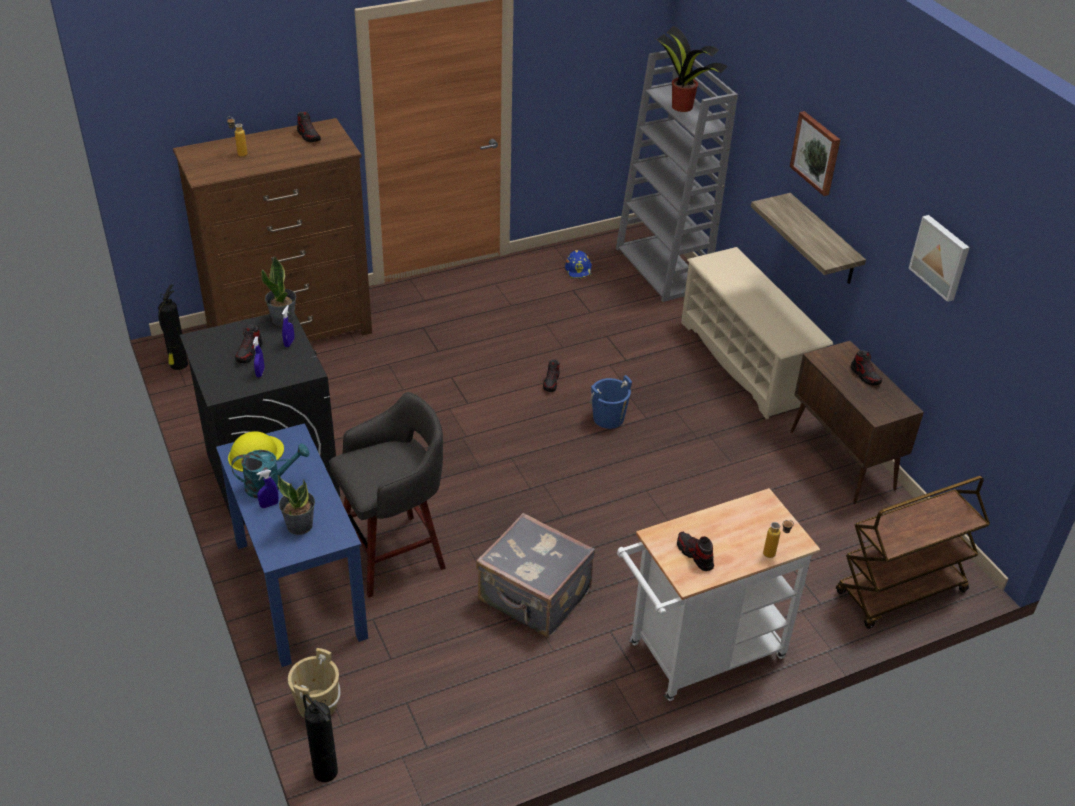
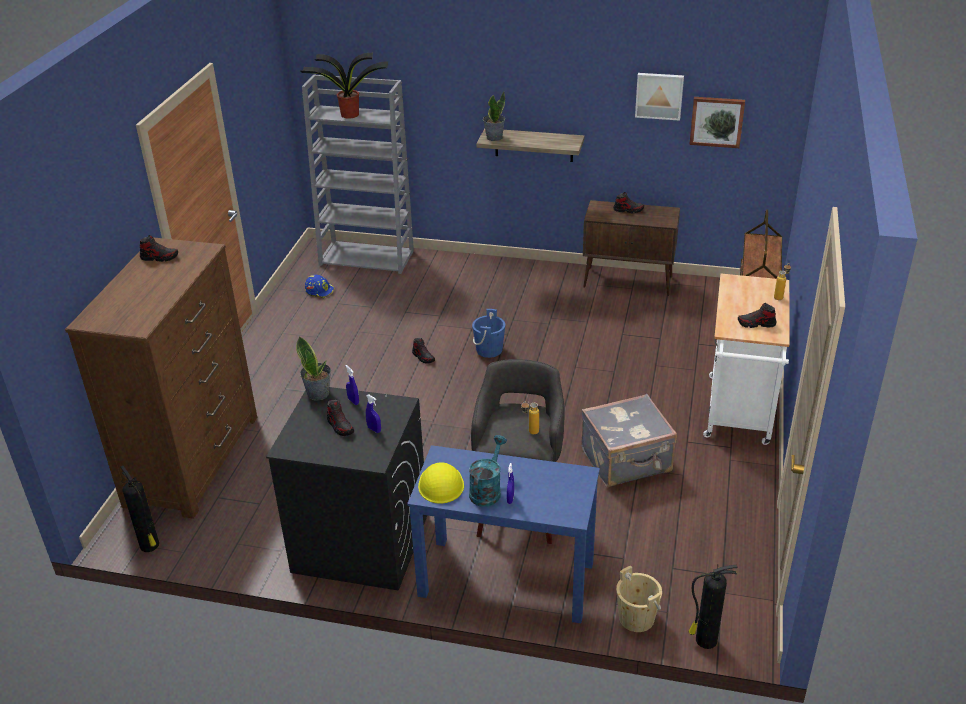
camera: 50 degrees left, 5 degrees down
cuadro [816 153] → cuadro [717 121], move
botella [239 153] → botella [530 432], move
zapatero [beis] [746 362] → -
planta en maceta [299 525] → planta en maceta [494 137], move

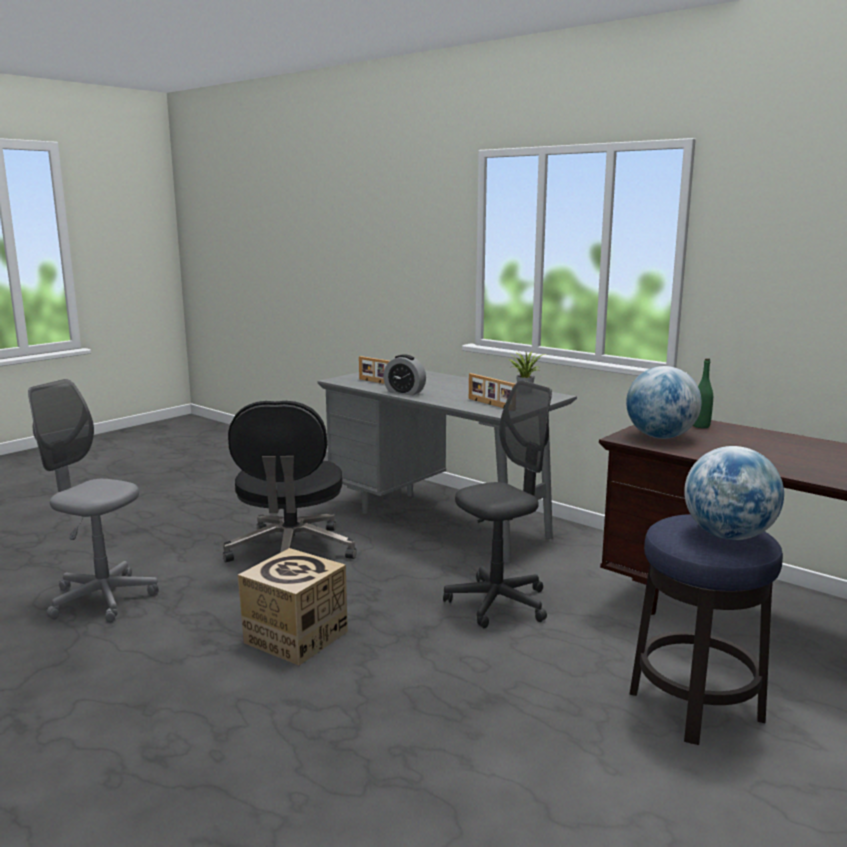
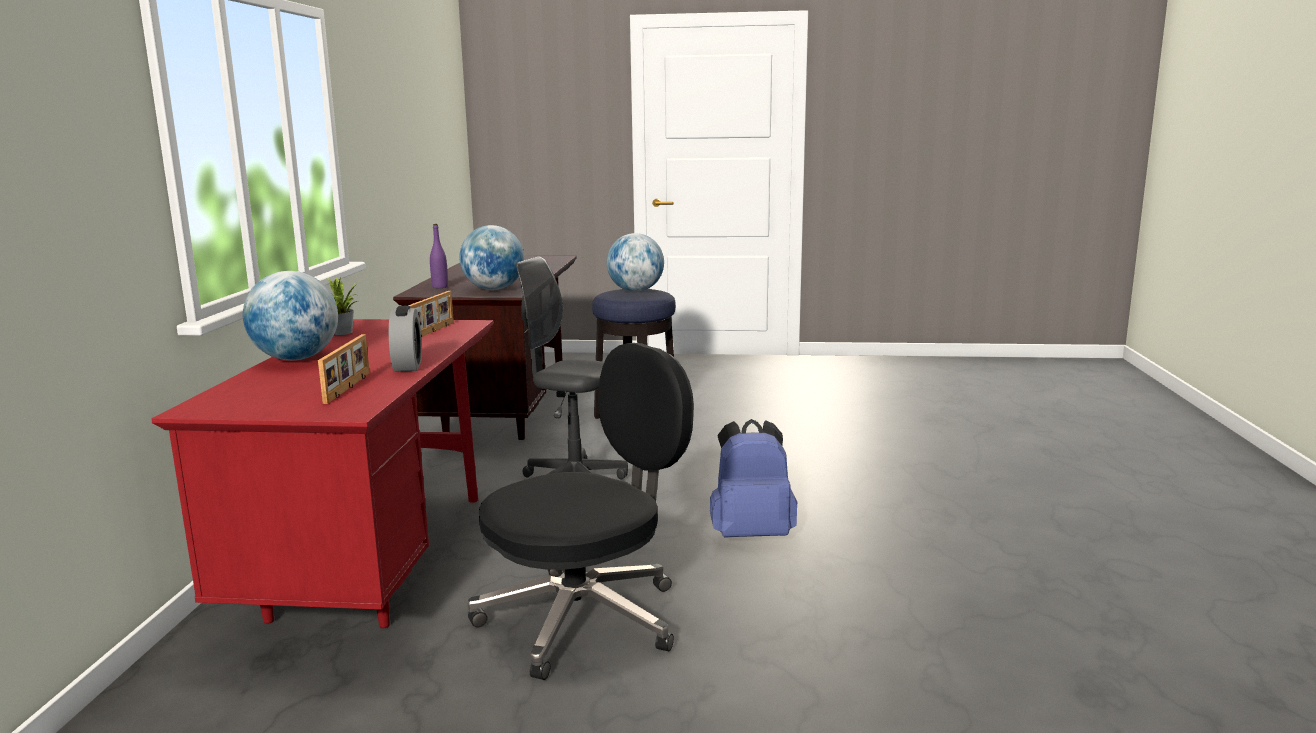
camera: 125 degrees left, 0 degrees up
botella [verde] [701 426] → botella [morado] [440 287]
escritorio [gris] [441 521] → escritorio [rojo] [374 564]
silla de oficina [gris] [102 599] → -
caja de cartón [295 637] → mochila [azul] [751 534]
- → globo terráqueo [296 359]

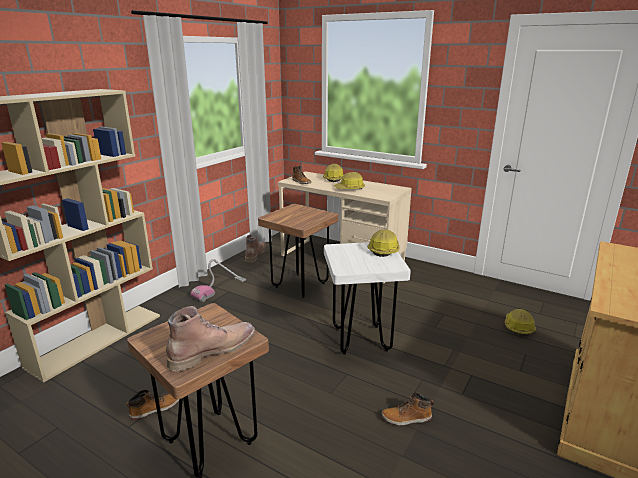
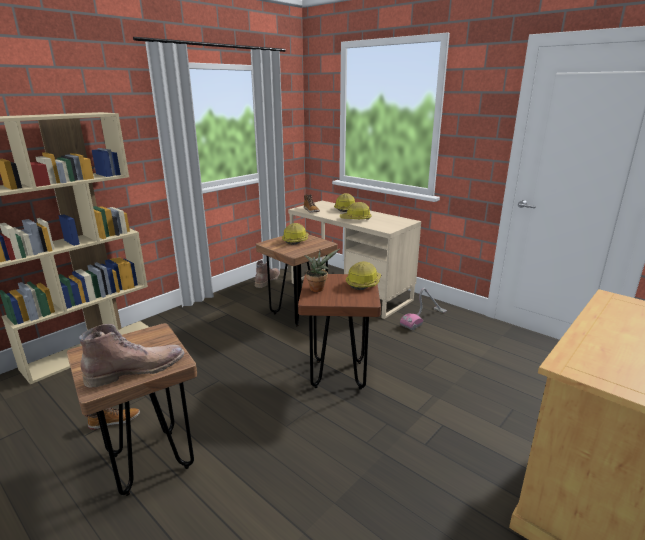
camera: 10 degrees right, 0 degrees up
taburete [blanco] [361 339] → taburete [marrón] [338 374]
aspiradora [219 289] → aspiradora [424 318], move
casco [517 327] → casco [295 240], move
bota [406 418] → -
- → planta en maceta [318 288]

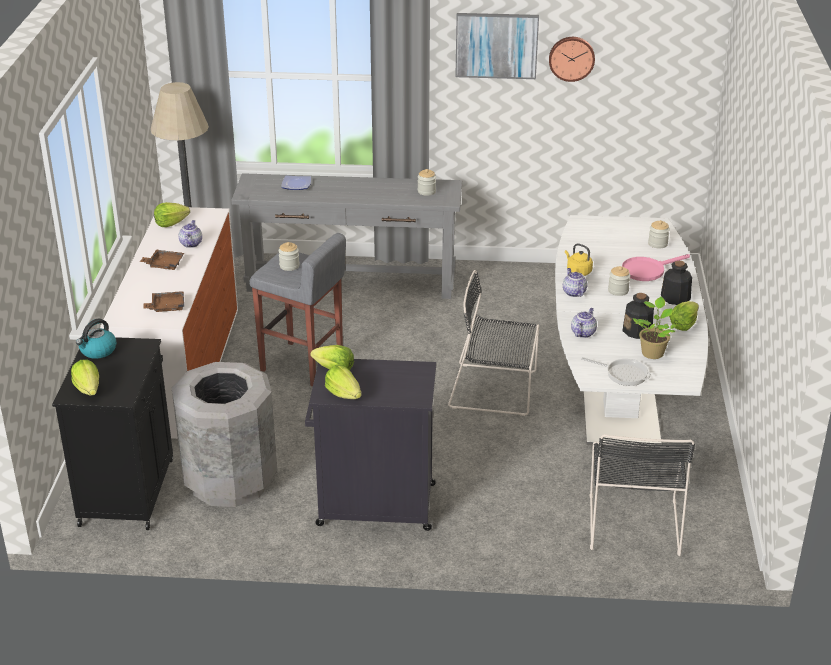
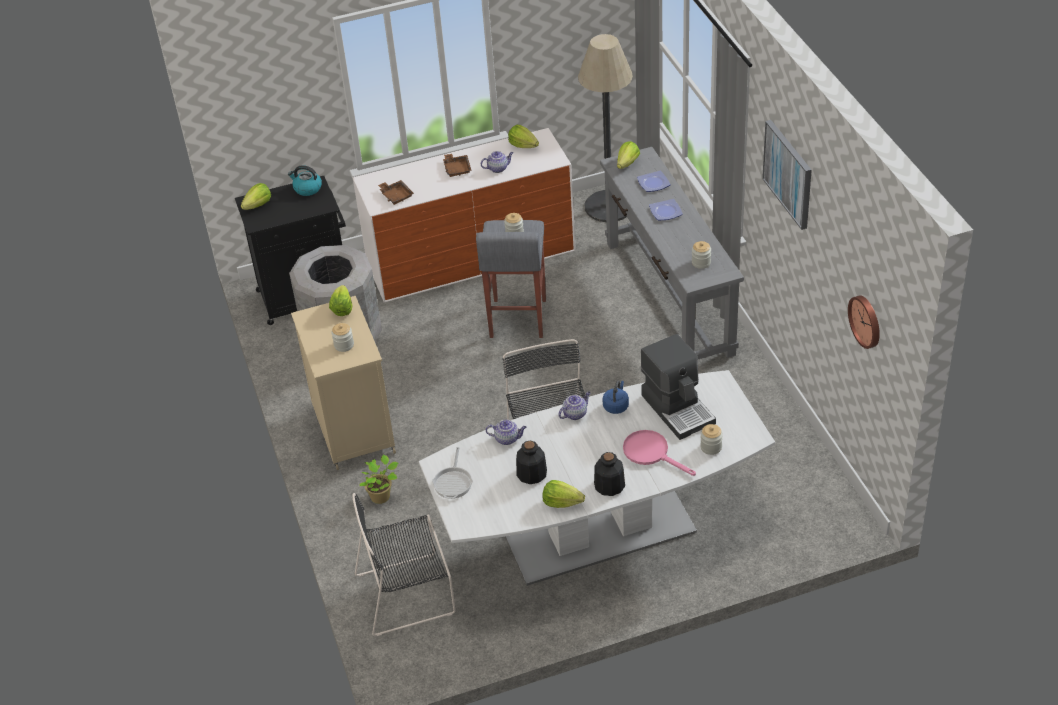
camera: 70 degrees right, 10 degrees up
reloj de pared [571 58] → reloj de pared [866 321], move
hervidor [amarillo] [578 271] → hervidor [azul] [616 406]
tarro [618 290] → tarro [344 345], move
planta en maceta [652 352] → planta en maceta [382 496], move
armario [negro] [373 505] → armario [beis] [353 428]
lechuga [343 394] → lechuga [627 163], move
- → plato [665 212]
- → cafetera [678 408]

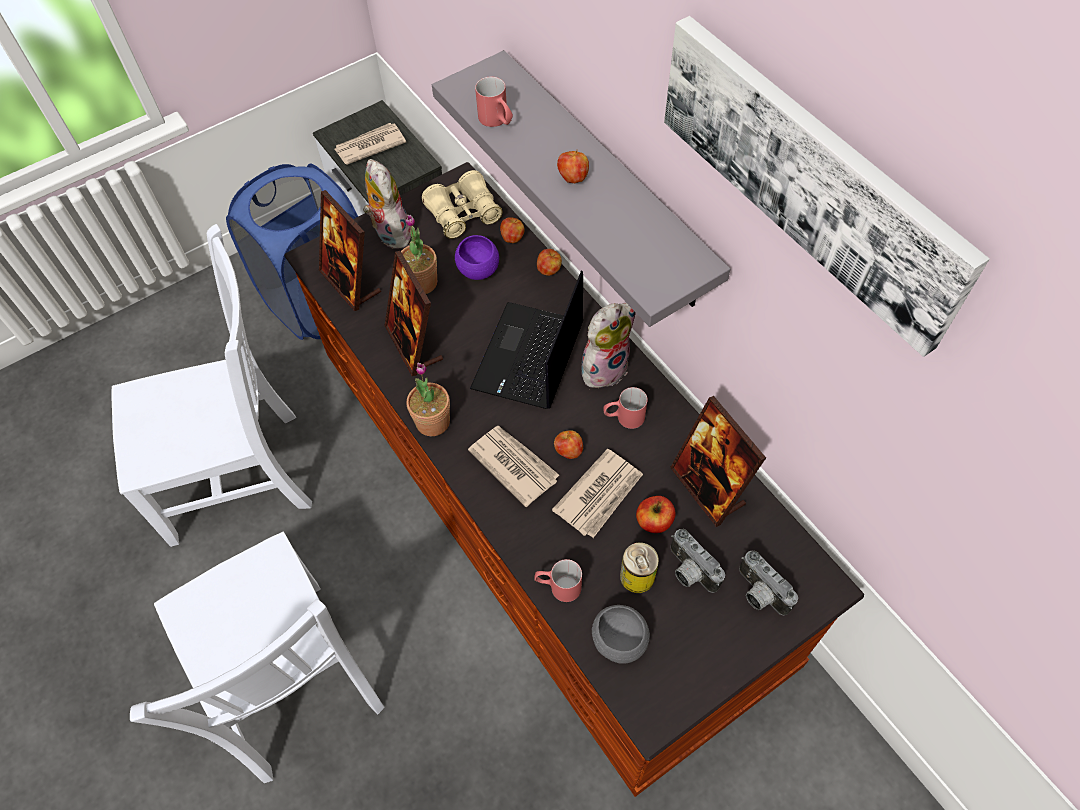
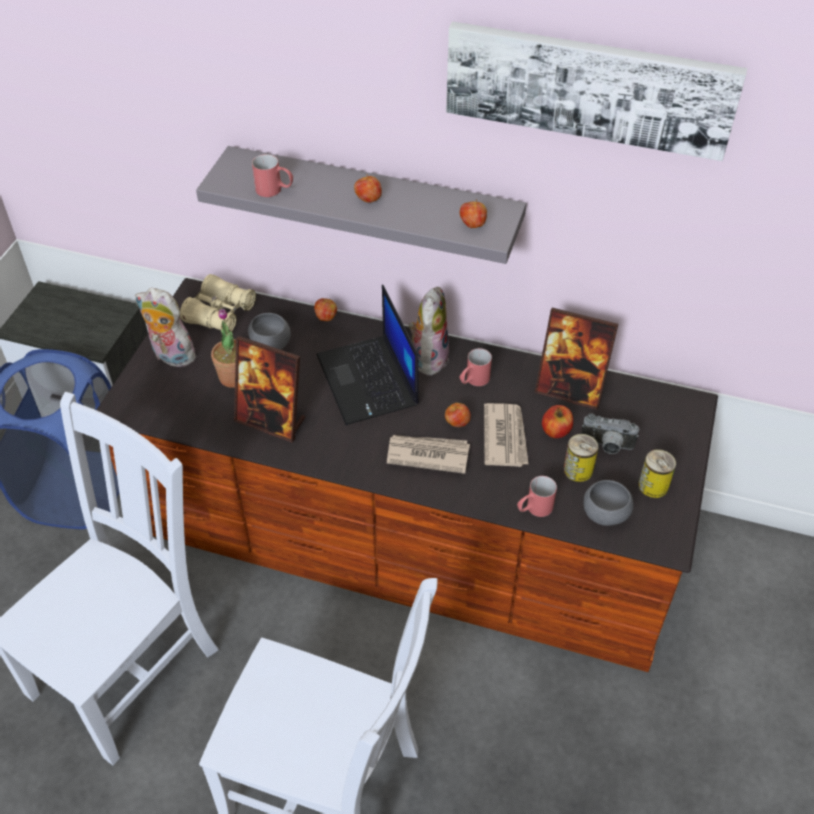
camera: 40 degrees left, 10 degrees down
periódico [369 146] → -
portarretratos [350 282] → -
manzana [512 238] → manzana [472 225], move
cuenco [morado] [478 270] → cuenco [gris] [271 345]
planta en maceta [432 422] → -
cámara [758 594] → -
- → lata [653 486]

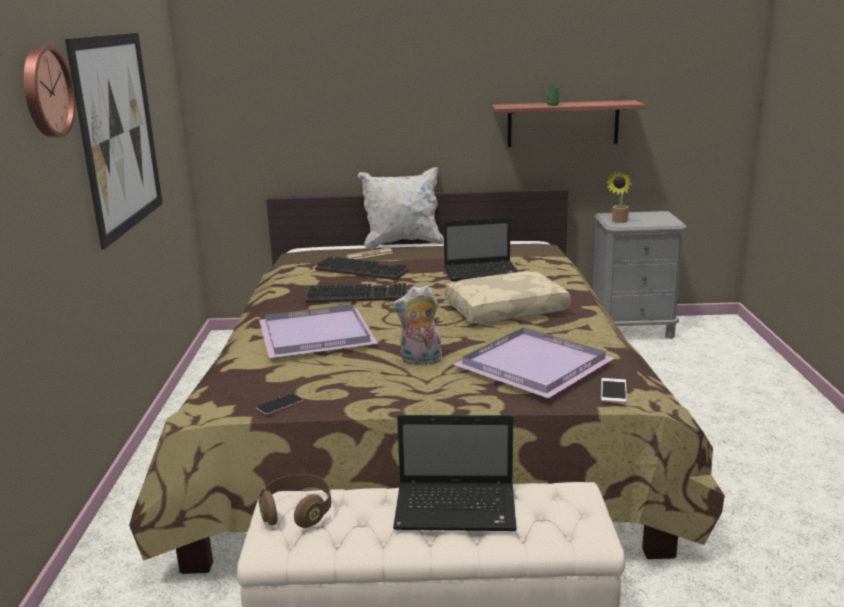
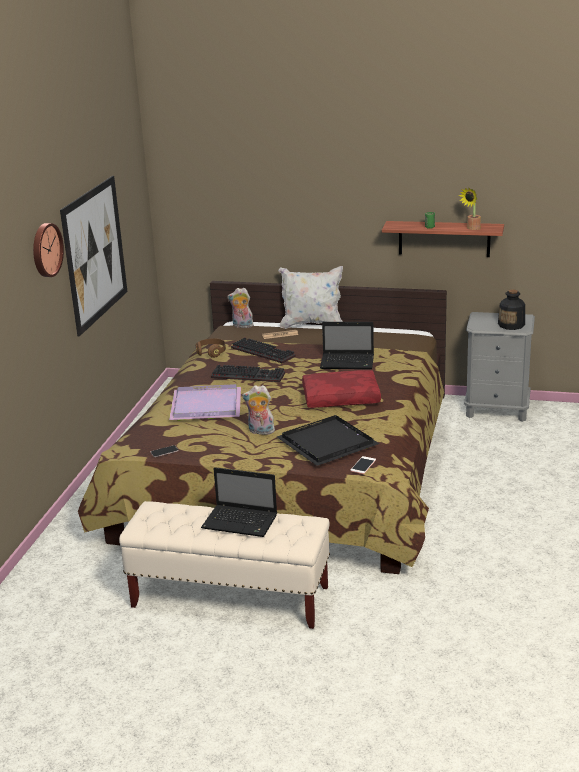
camera: 15 degrees right, 5 degrees up
planta en maceta [619 221] → planta en maceta [472 228], move
cojín [beis] [506 309] → cojín [rojo] [341 397]
bandeja [morado] [537 366] → bandeja [negro] [329 443]
auriculares [marrón] [297 512] → auriculares [marrón] [211 353], move
- → peluche [242 326]
- → botella [511 325]

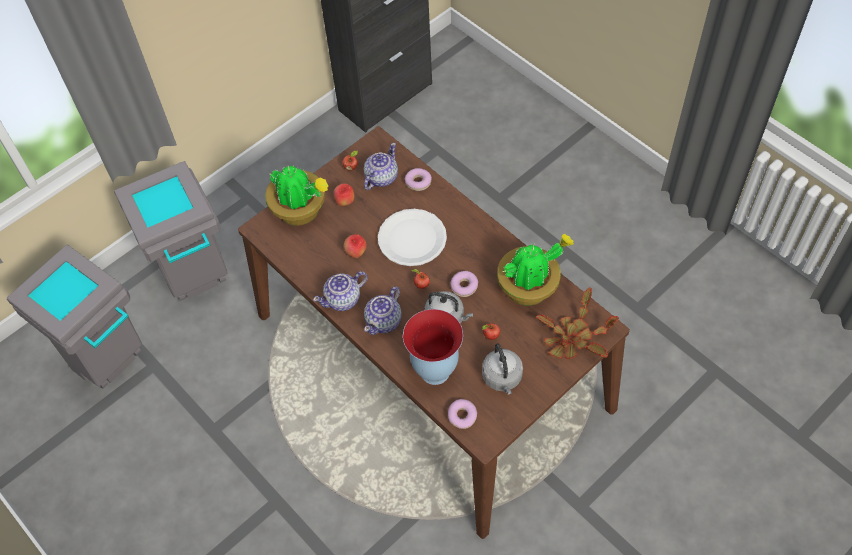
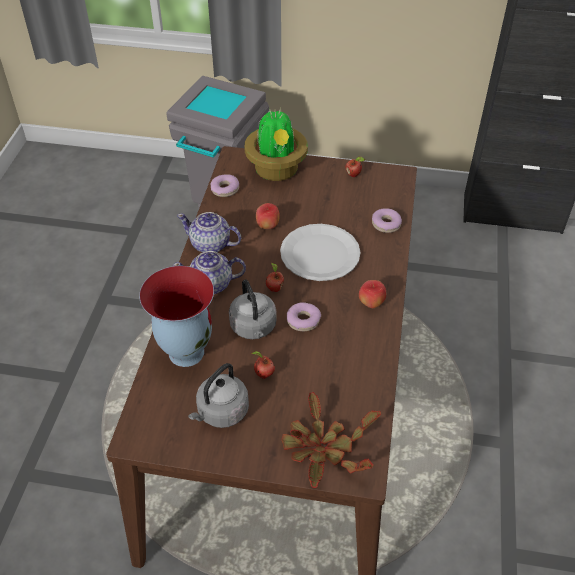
camera: 50 degrees right, 10 degrees down
tetera [381 177] → -
manzana [345 202] → manzana [371 303], move
planta en maceta [529 287] → -
papelera [gris] [114 365] → -
rosquilla [462 416] → rosquilla [225 189], move

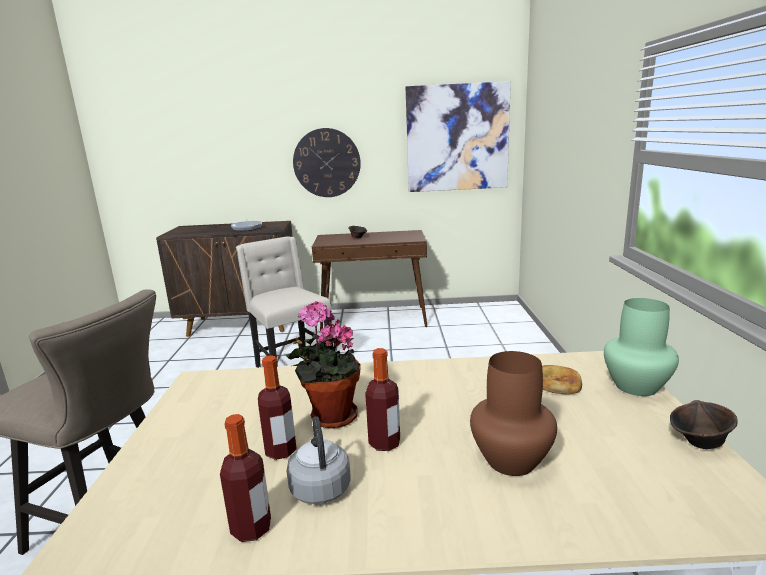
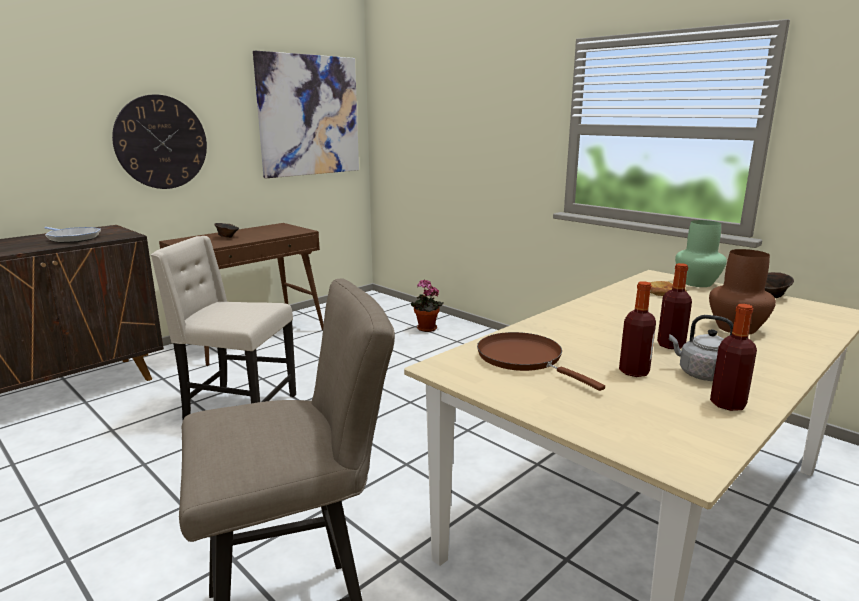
camera: 45 degrees left, 0 degrees up
planta en maceta [329 417] → planta en maceta [425 329], move
- → sartén [marrón] [524 359]

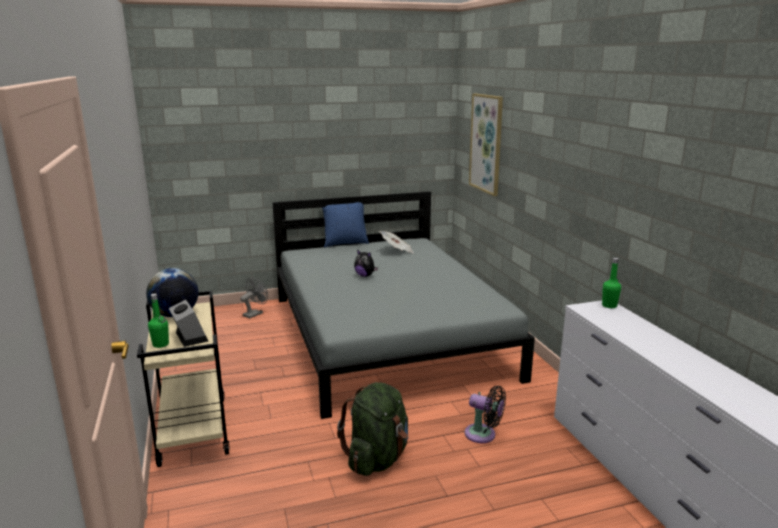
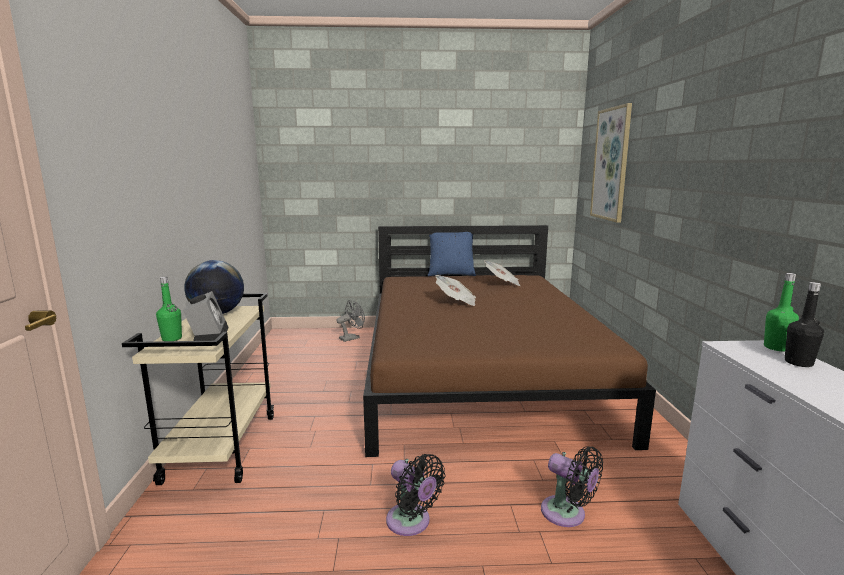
camera: 15 degrees right, 5 degrees down
cama [gris] [387 335] → cama [marrón] [479 372]
peluche [365 275] → periódico [456 301]
mochila [verde] [377 458] → ventilador [negro] [411 522]
- → botella [negro] [798 363]

